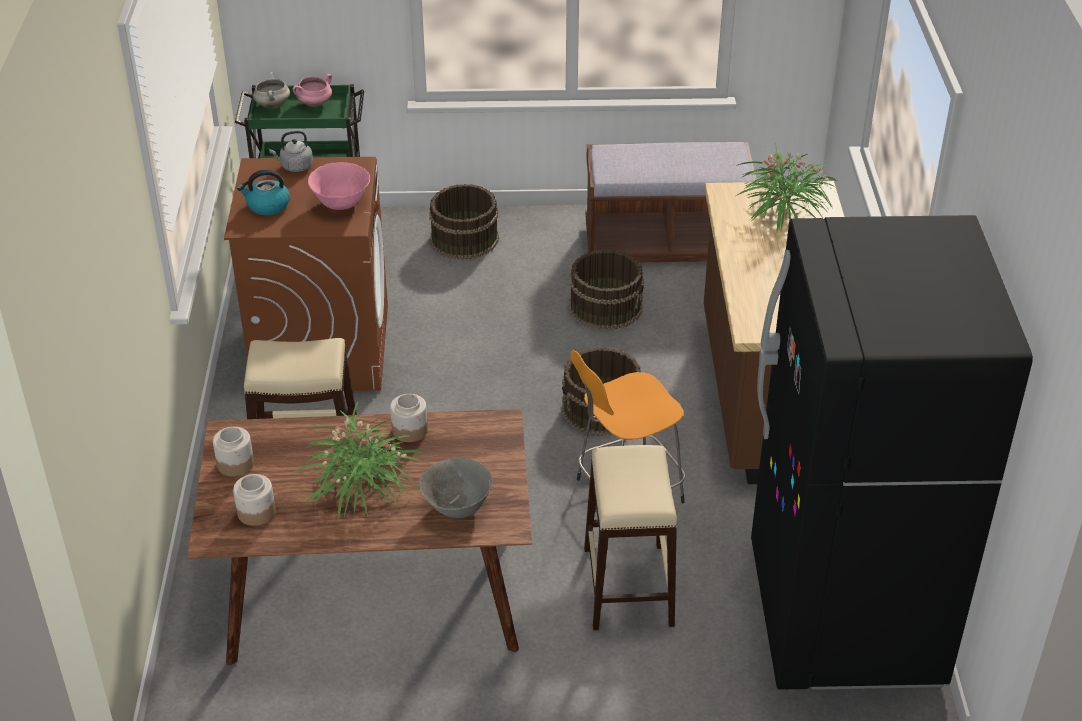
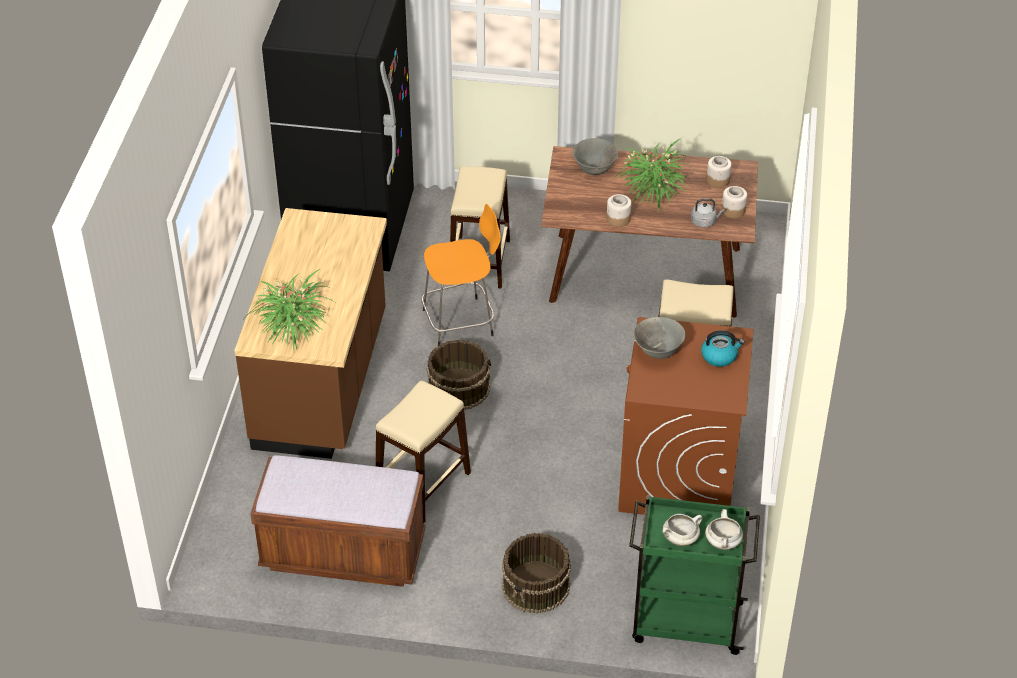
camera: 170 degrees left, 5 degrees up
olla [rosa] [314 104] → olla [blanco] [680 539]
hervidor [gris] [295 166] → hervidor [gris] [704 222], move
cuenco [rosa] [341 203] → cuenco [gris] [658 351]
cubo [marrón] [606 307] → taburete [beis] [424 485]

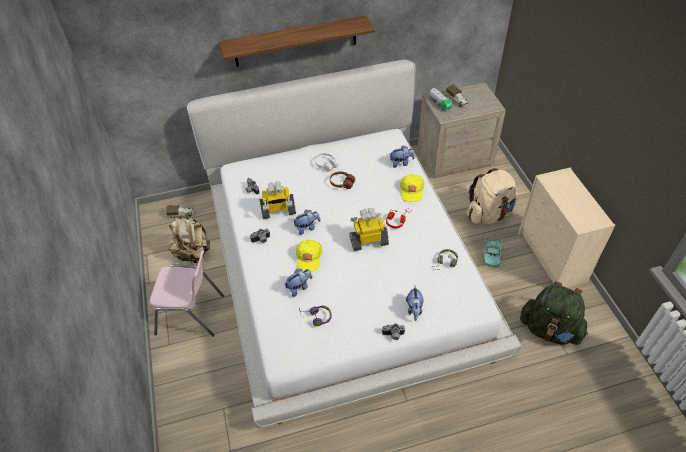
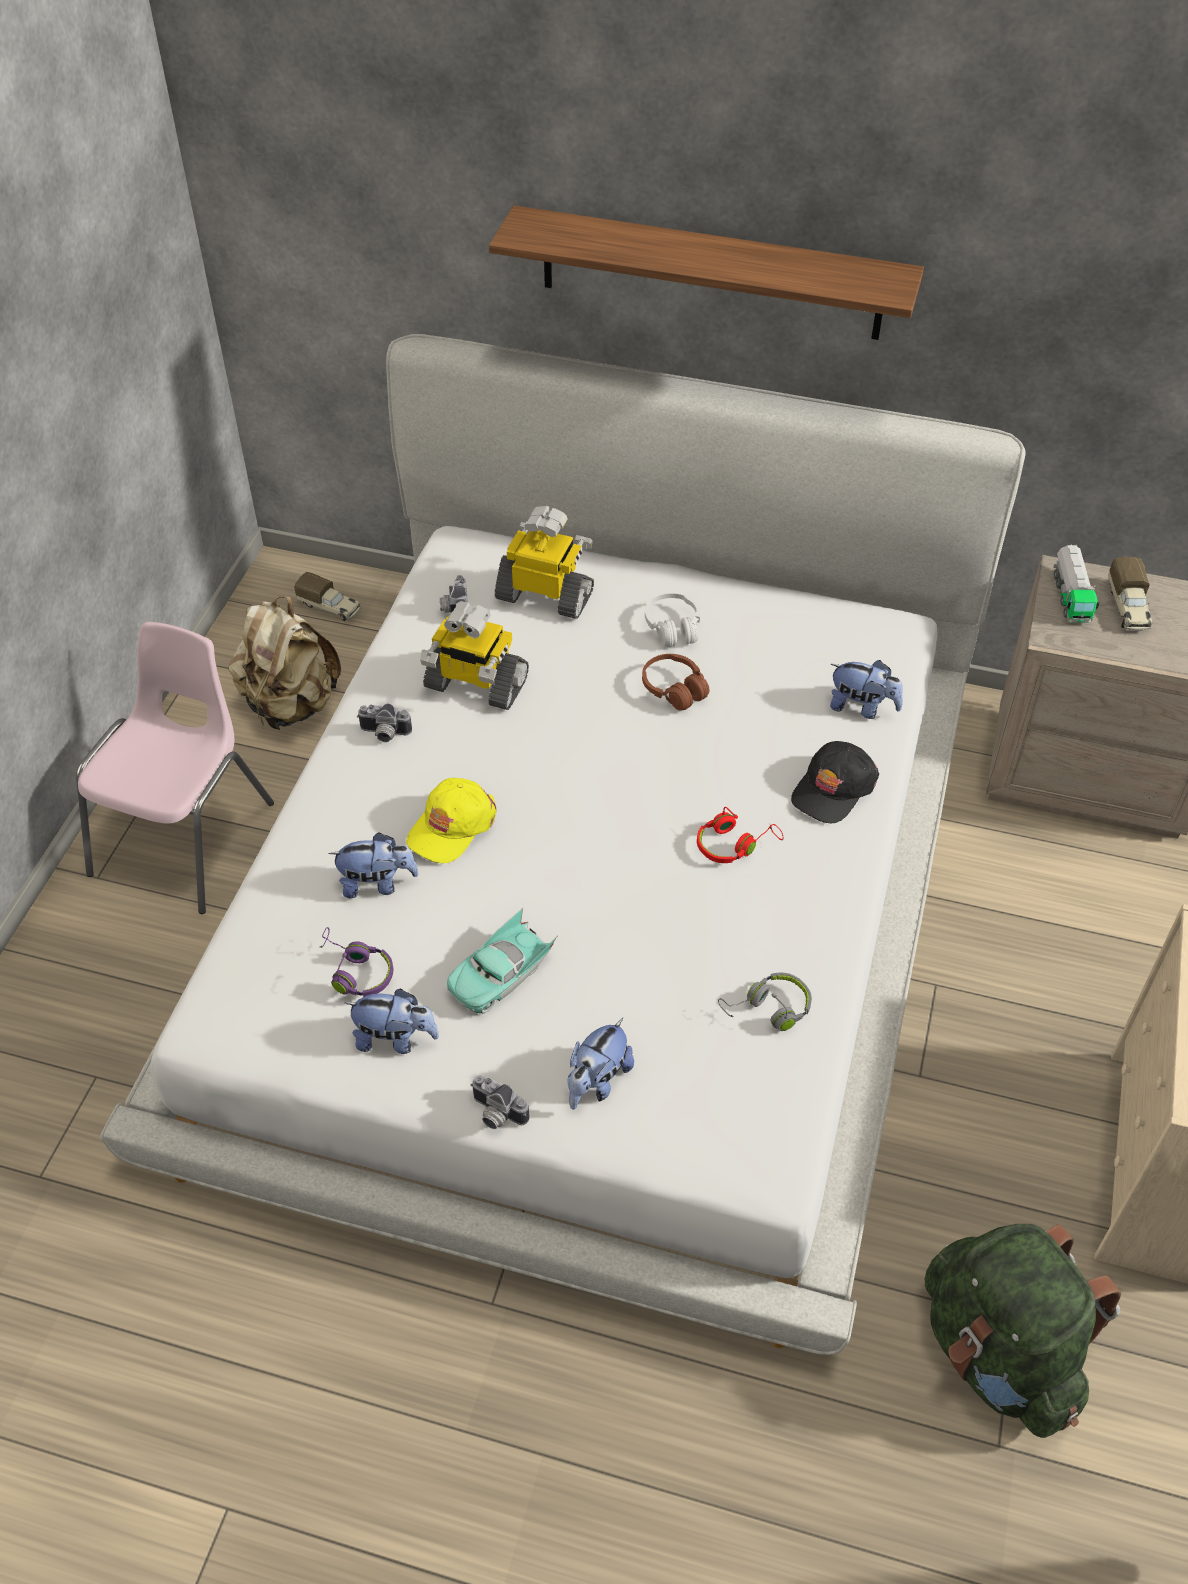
camera: 30 degrees right, 0 degrees up
mochila [beis] [489 214] → -
gorra [amarillo] [412 190] → gorra [negro] [833 788]
robot de juguete [368 240] → robot de juguete [546 595], move
peluche [307 228] → peluche [395 1039], move
coche de juguete [turquesa] [491 255] → coche de juguete [turquesa] [501 974], move
silla [rosa] [191 314] → silla [rosa] [186 837], 105 degrees counterclockwise

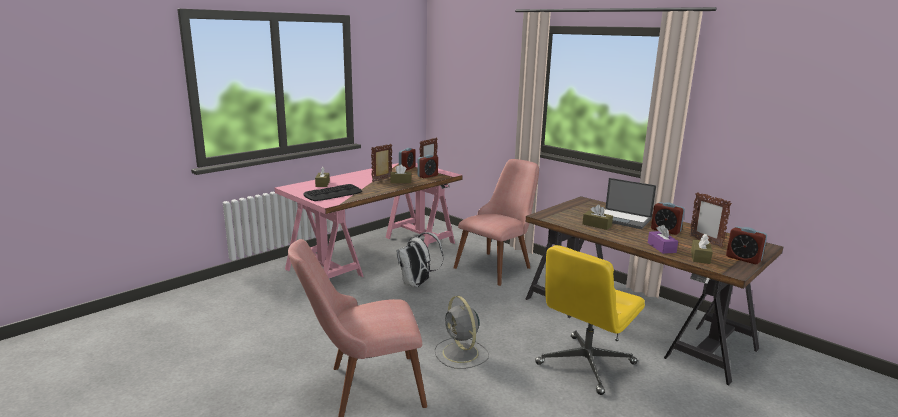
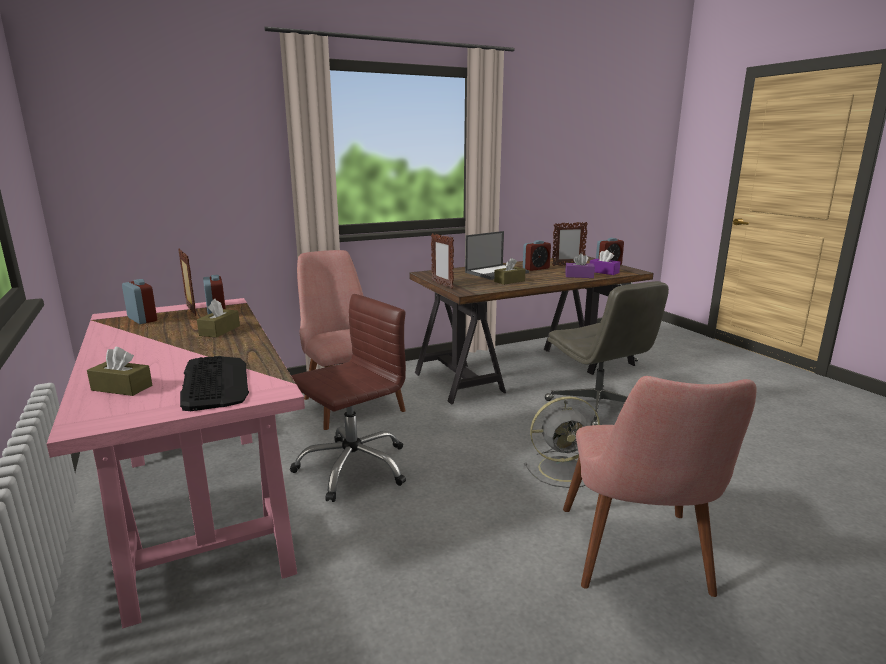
camera: 70 degrees left, 0 degrees up
portarretratos [382 179] → portarretratos [442 285], move
mochila [blanco] [417 284] → silla de oficina [marrón] [353 467]
caja de pañuelos [marrón] [700 257] → caja de pañuelos [morado] [604 272]
silla de oficina [amarillo] [585 364] → silla de oficina [gris] [598 407]

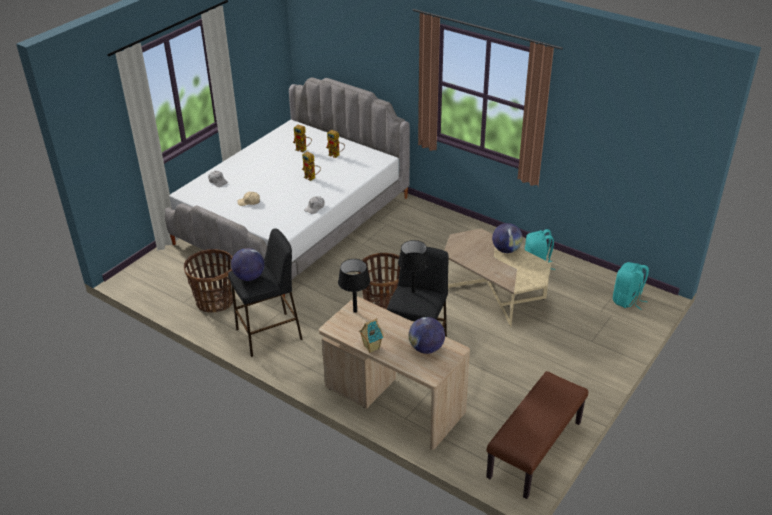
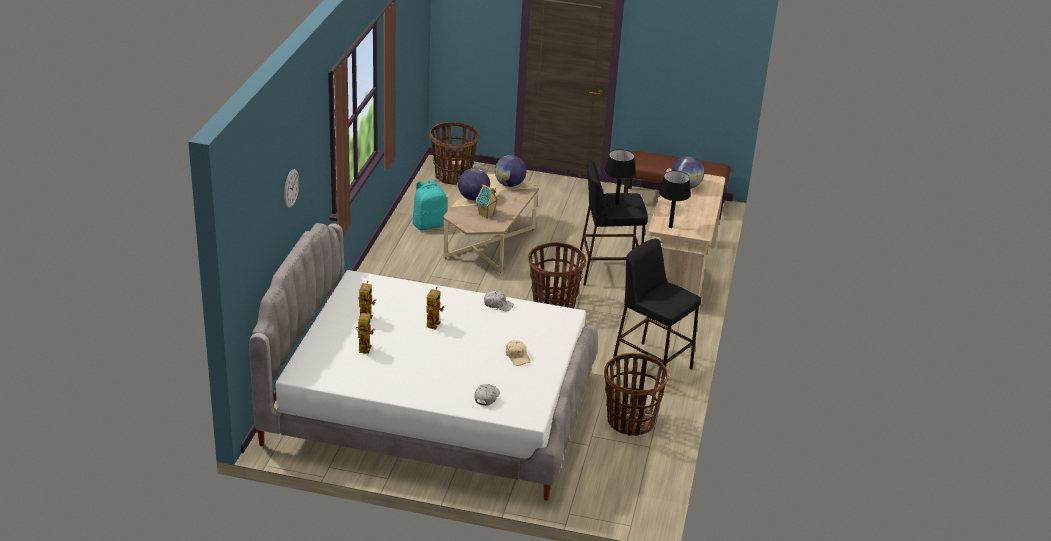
camera: 115 degrees left, 5 degrees down
globo terráqueo [249 277] → globo terráqueo [509 184], move
mochila [turquesa] [627 300] → cesta [453 176]
casita [371 347] → casita [486 215], move
- → reloj de pared [291 188]

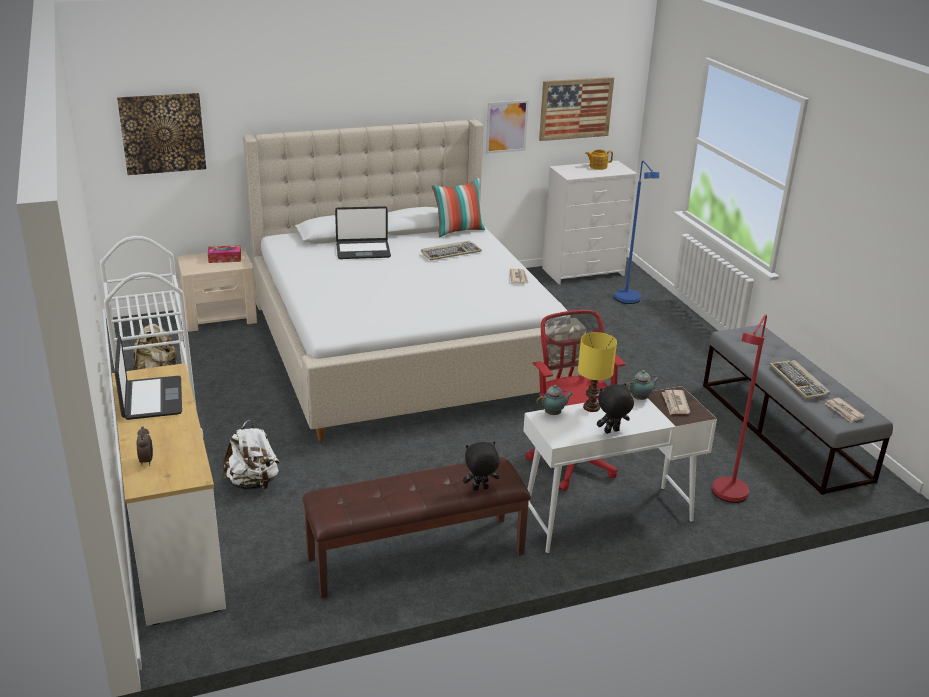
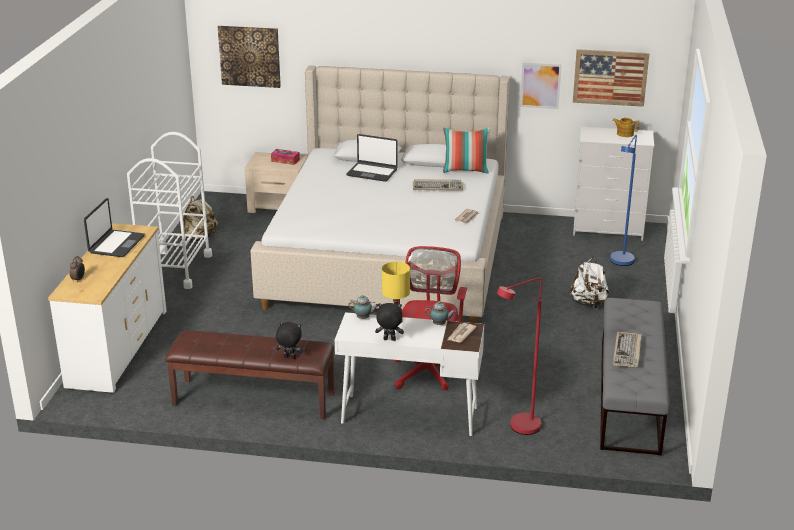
camera: 30 degrees right, 0 degrees up
periódico [844 411] → -
mochila [blanco] [253 483] → mochila [blanco] [588 303], move

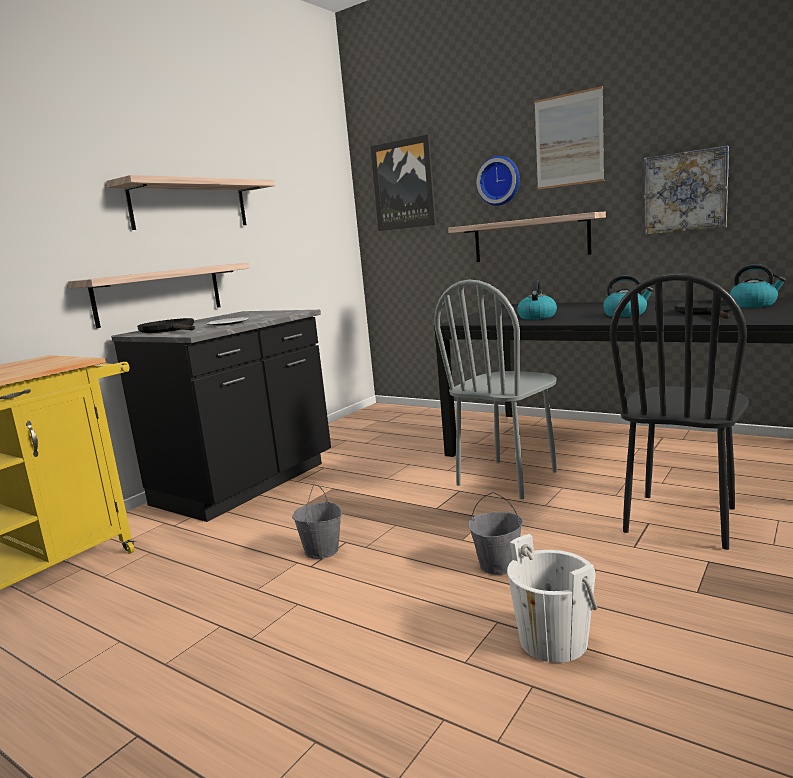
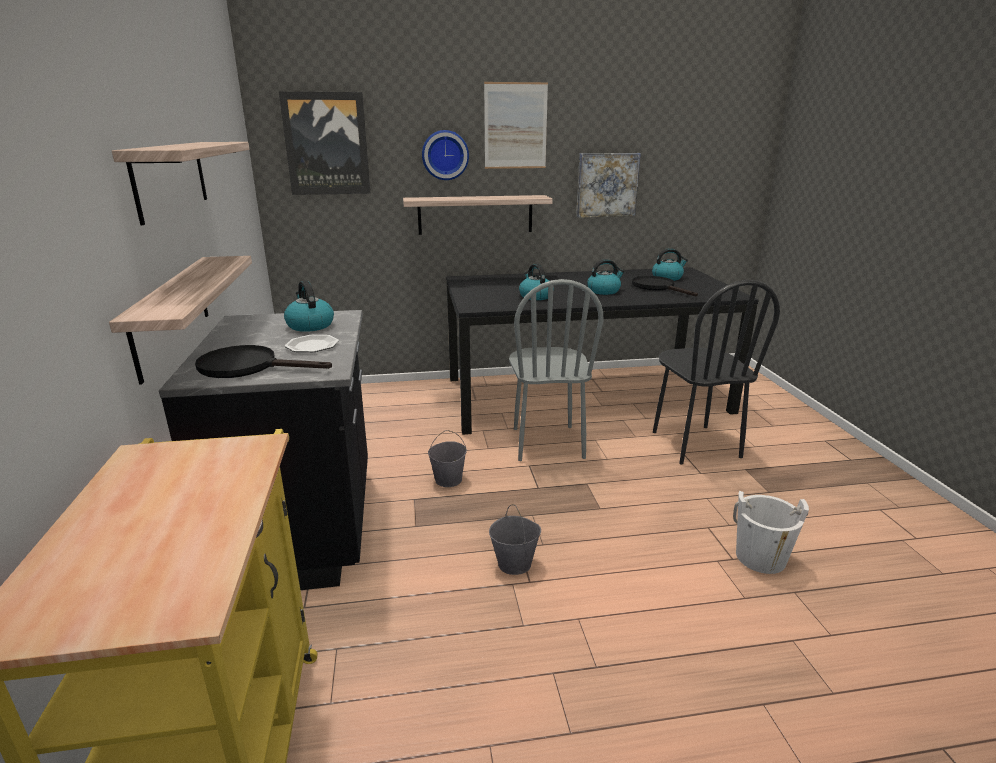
camera: 45 degrees left, 10 degrees up
cubo [gris] [498 565] → cubo [gris] [448 479], move
- → hervidor [309 325]

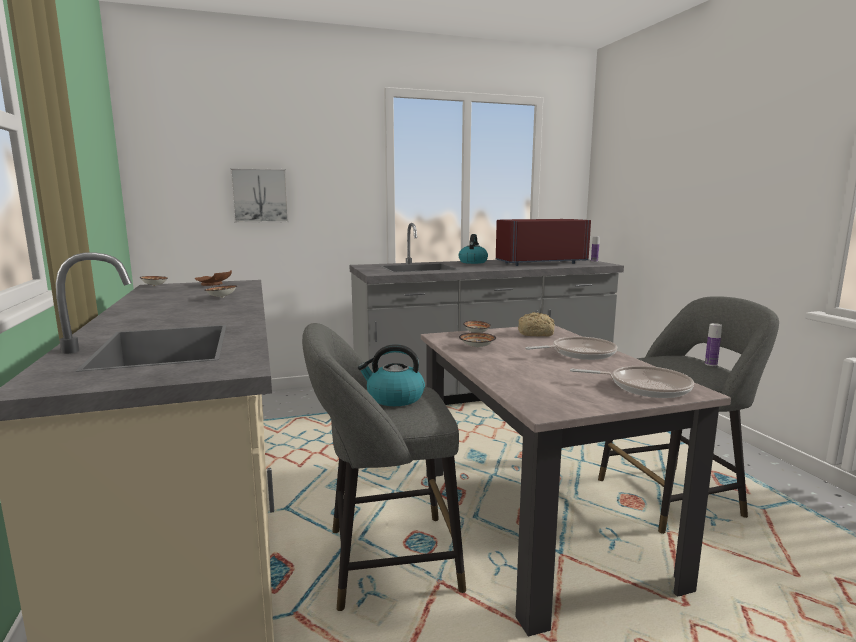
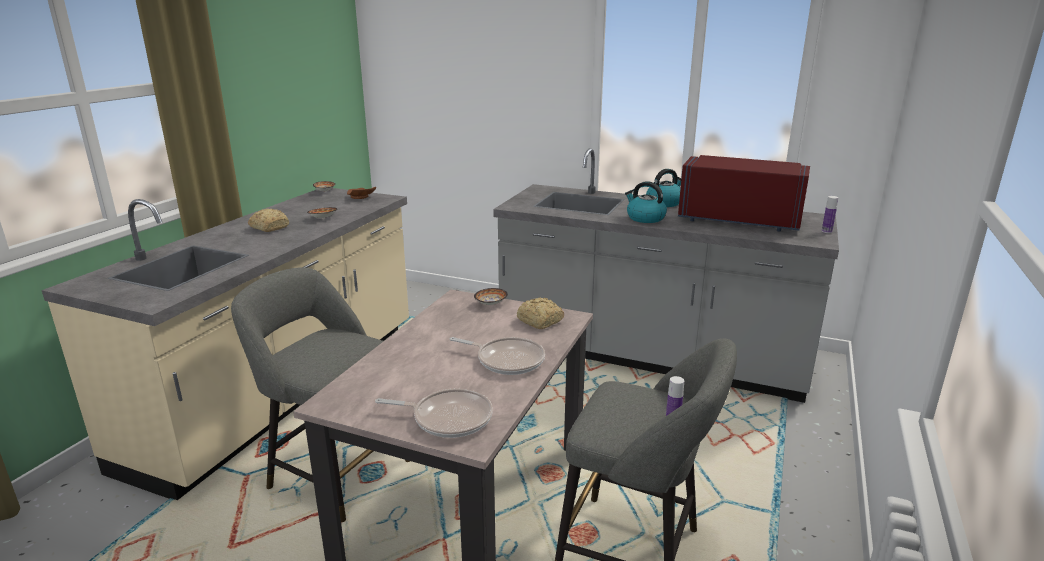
camera: 40 degrees right, 10 degrees up
cuadro [260 195] → -
cuenco [477 347] → -
hervidor [394 398] → hervidor [645 218], move
sartén [644 387] → sartén [448 418], 45 degrees counterclockwise
- → pan [269 227]

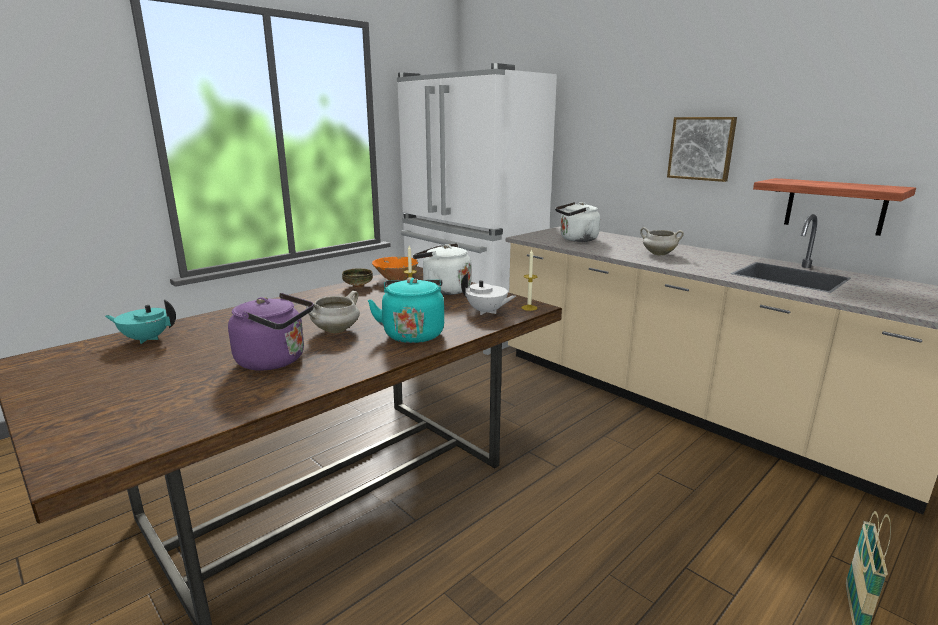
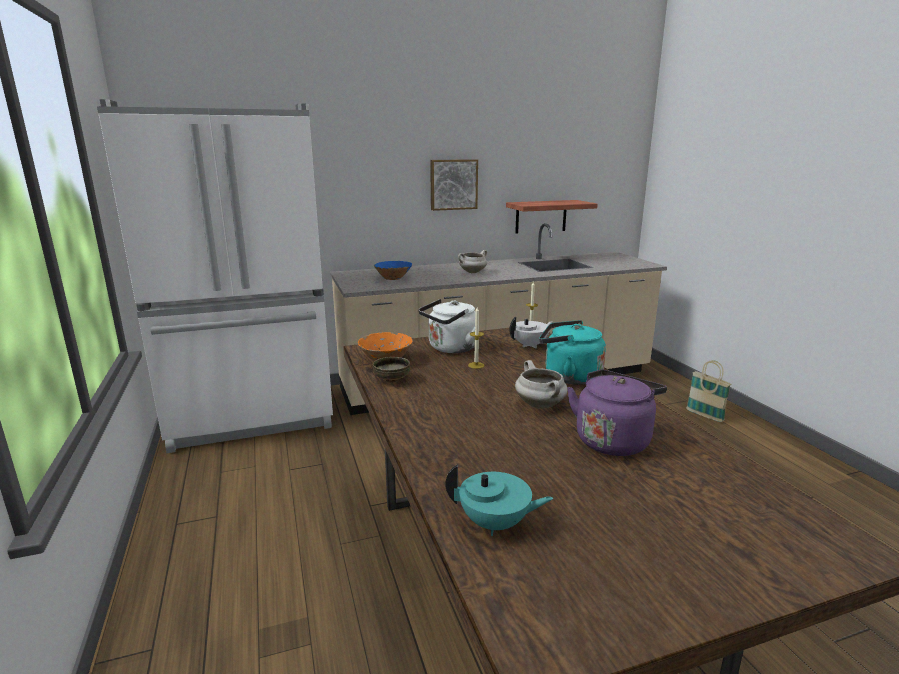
camera: 65 degrees left, 0 degrees up
hervidor [blanco] [576 239] → cuenco [azul] [393 278]
tetera [turquesa] [146 339] → tetera [turquesa] [495 524], 105 degrees counterclockwise

